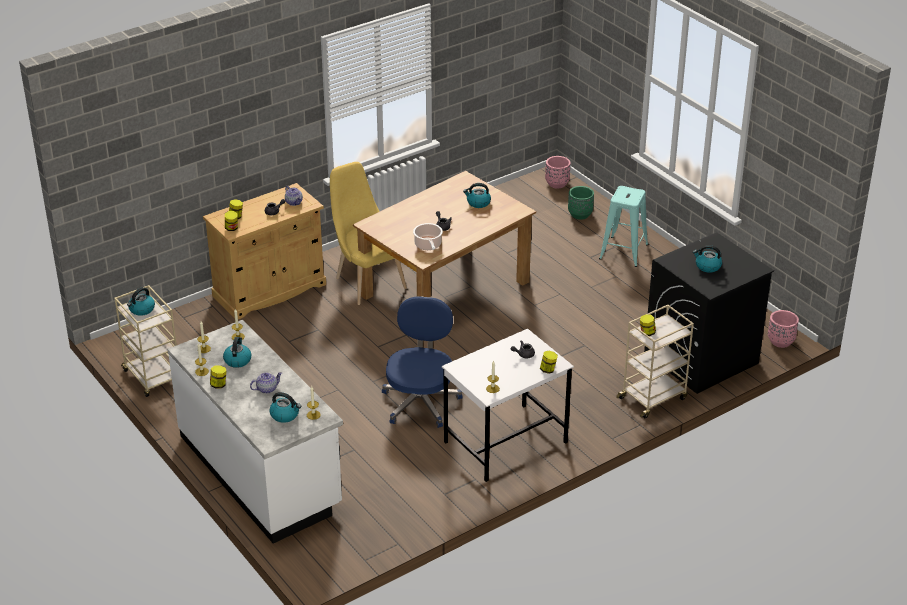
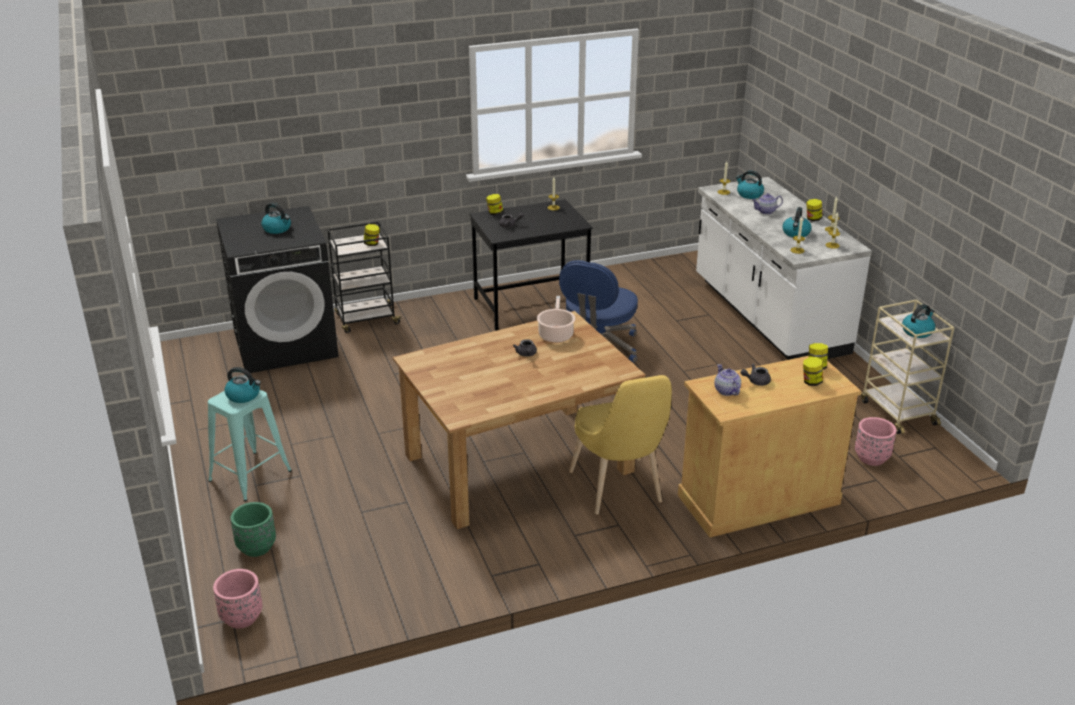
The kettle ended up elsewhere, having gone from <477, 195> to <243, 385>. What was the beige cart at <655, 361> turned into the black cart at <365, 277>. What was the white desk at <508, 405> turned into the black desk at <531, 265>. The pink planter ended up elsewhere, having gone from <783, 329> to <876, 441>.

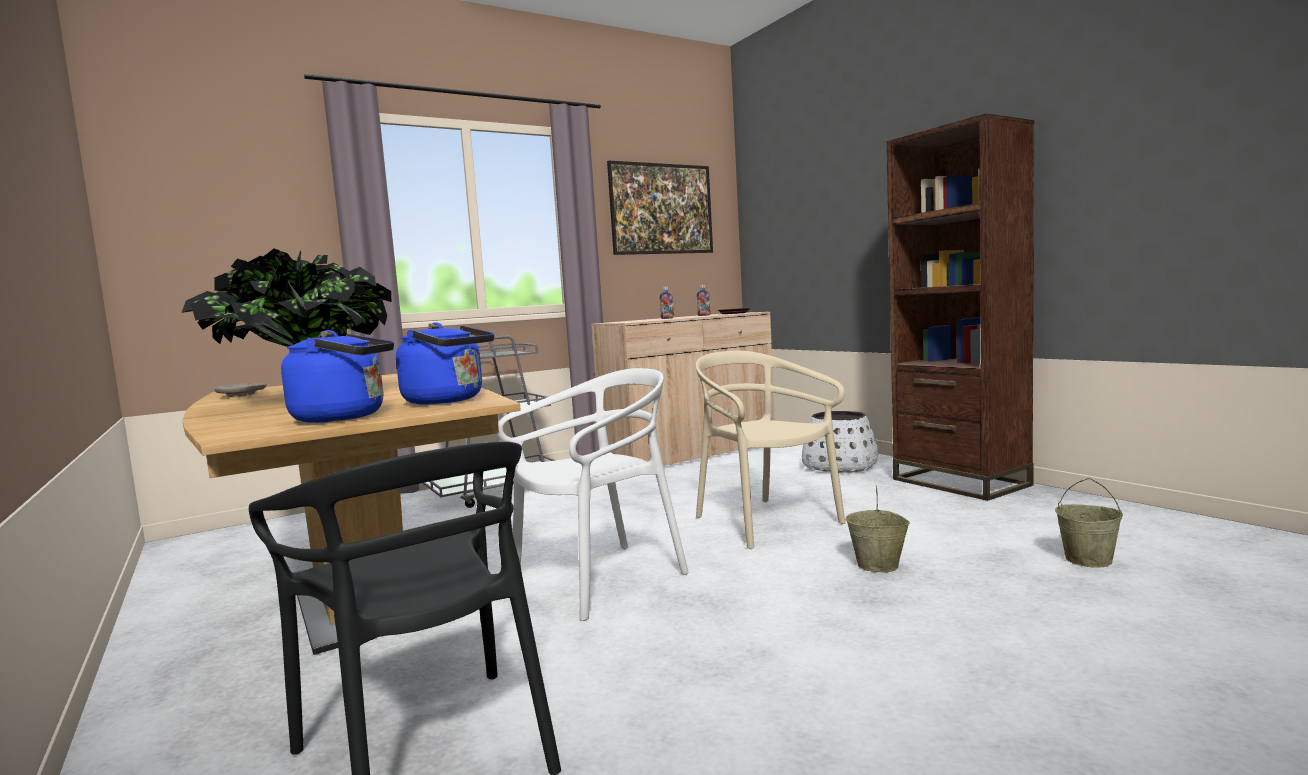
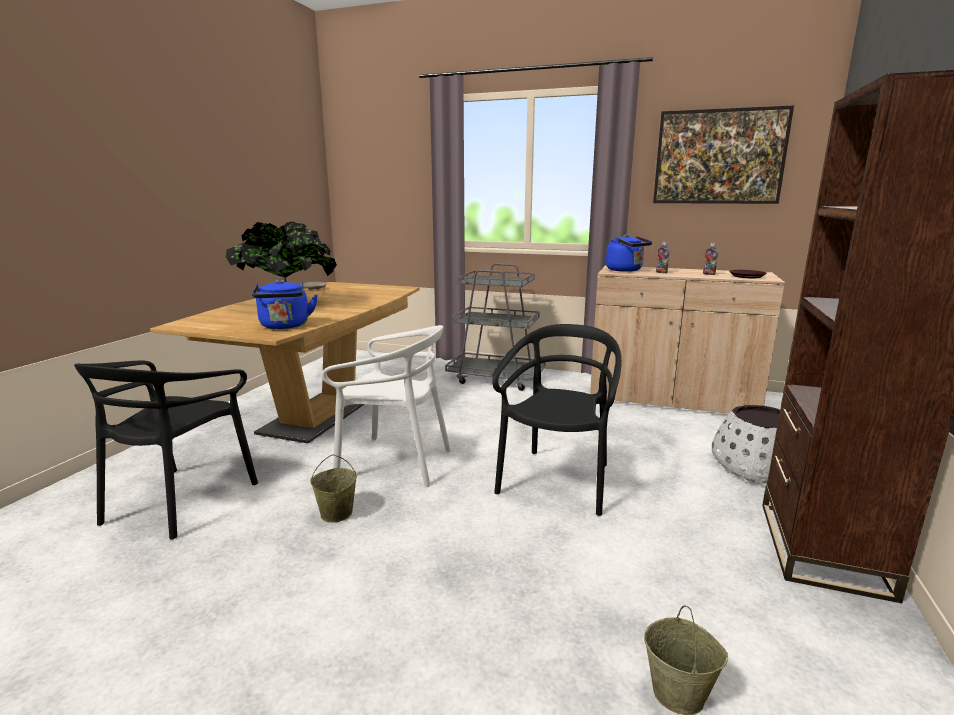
The beige bucket ended up elsewhere, having gone from <878, 529> to <333, 488>. What was the beige chair at <770, 450> turned into the black chair at <557, 420>. The blue kettle ended up elsewhere, having gone from <337, 376> to <629, 253>.

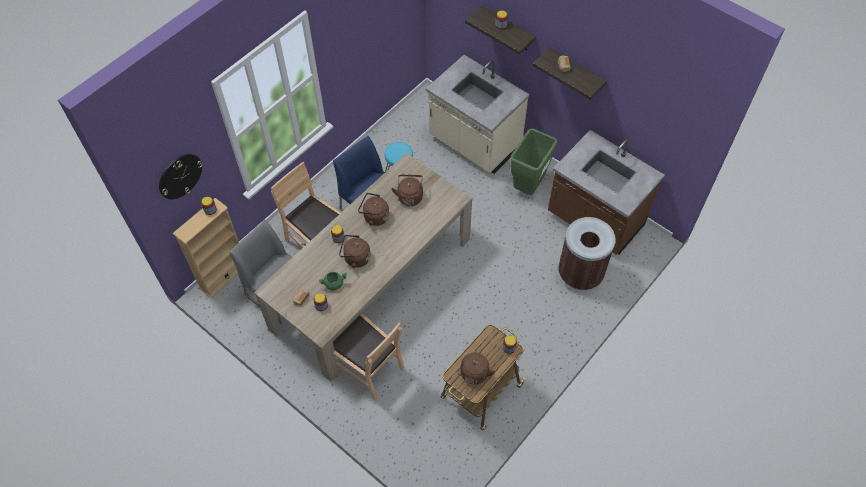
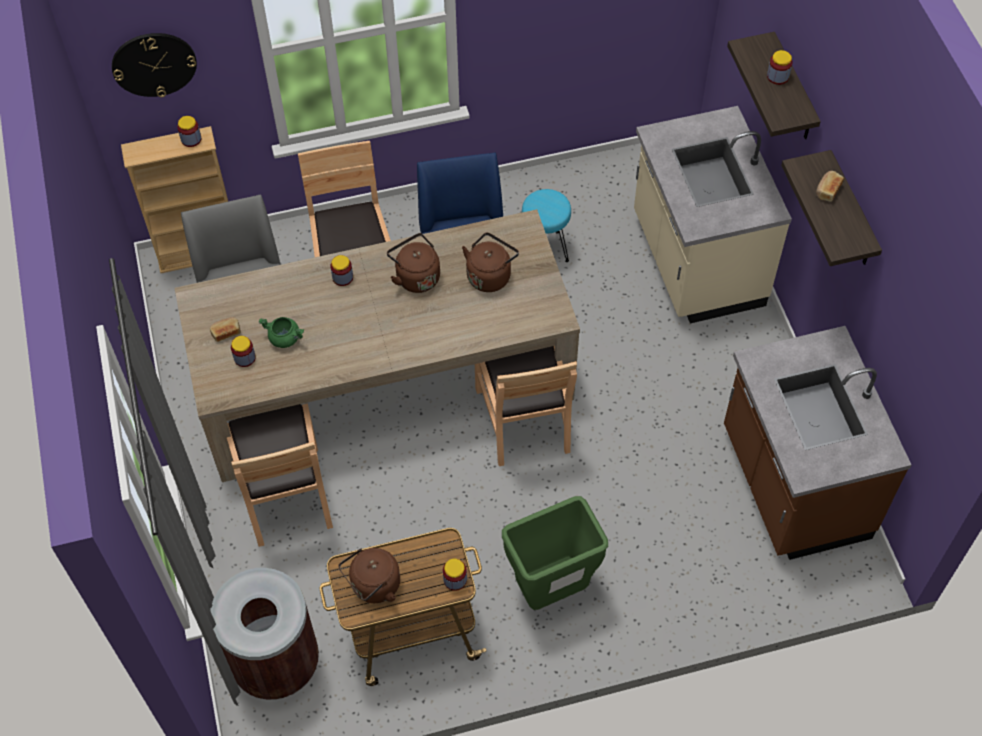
The brown trash can ended up elsewhere, having gone from <587, 253> to <264, 634>. The second view gained the brown chair at <526, 406>. The green trash can ended up elsewhere, having gone from <534, 161> to <555, 553>. The second view lost the brown kettle at <355, 251>.

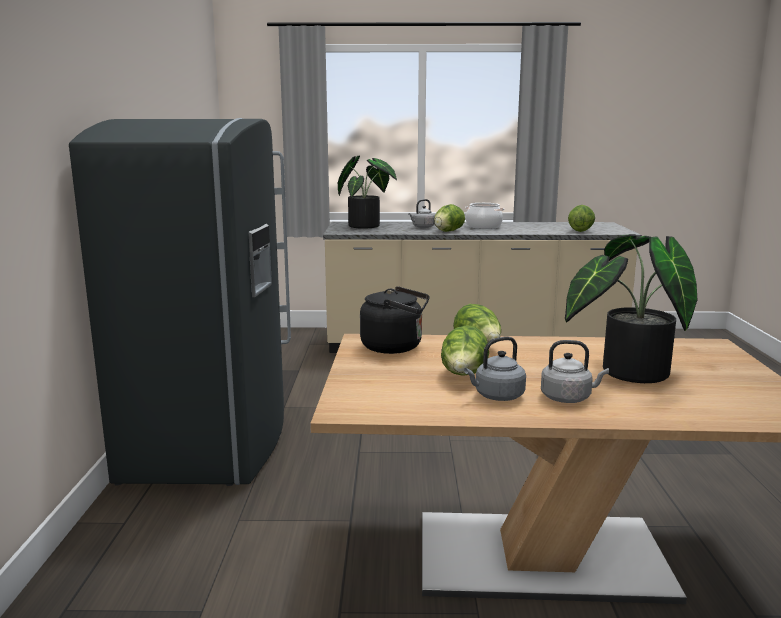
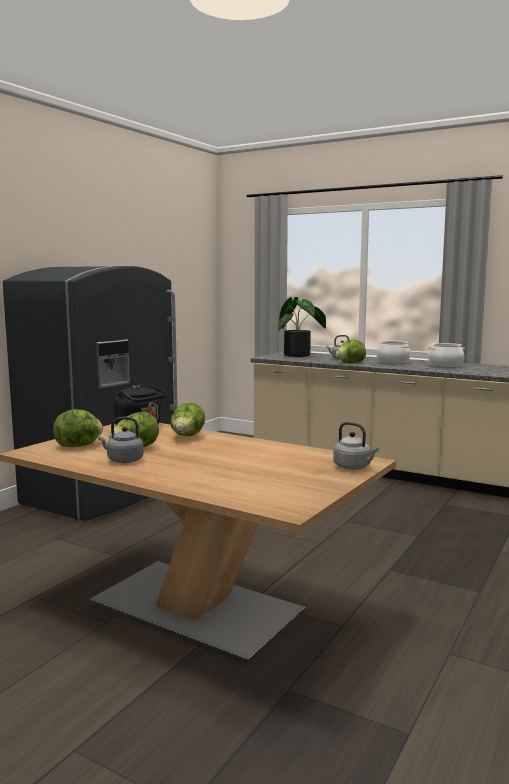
The lettuce ended up elsewhere, having gone from <581, 218> to <78, 428>. The grey kettle ended up elsewhere, having gone from <575, 371> to <356, 446>. The second view gained the cooking pot at <446, 355>. The second view lost the potted plant at <631, 308>.

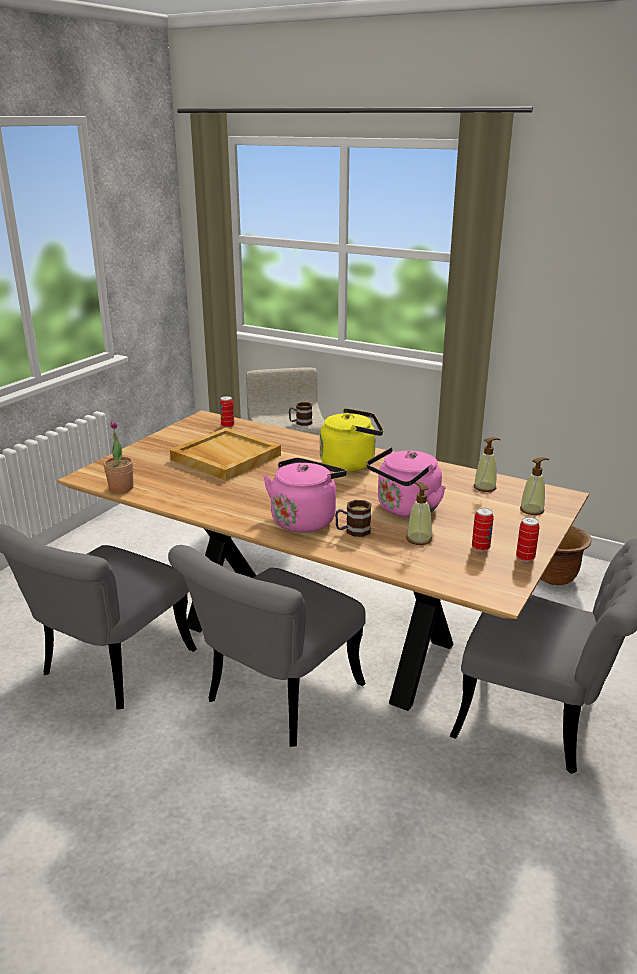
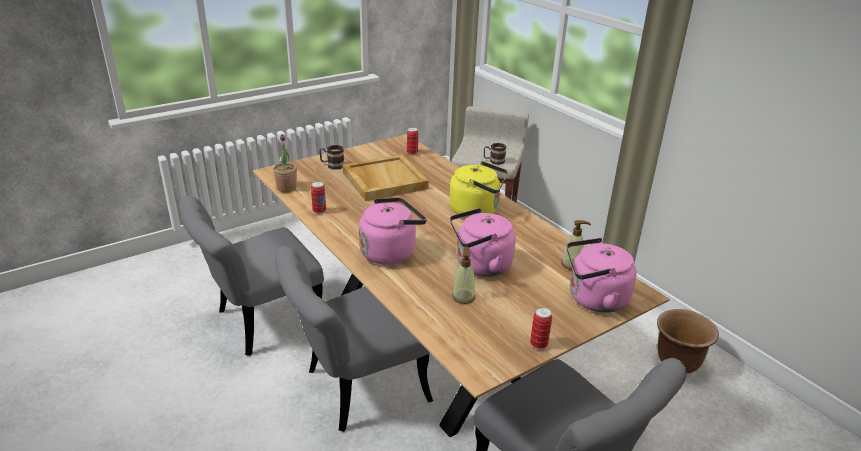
The can ended up elsewhere, having gone from <483, 530> to <318, 197>. The mug ended up elsewhere, having gone from <353, 518> to <331, 157>. Where the soap dispenser stood at <535, 486>, the pink kettle came to stand at <602, 275>.

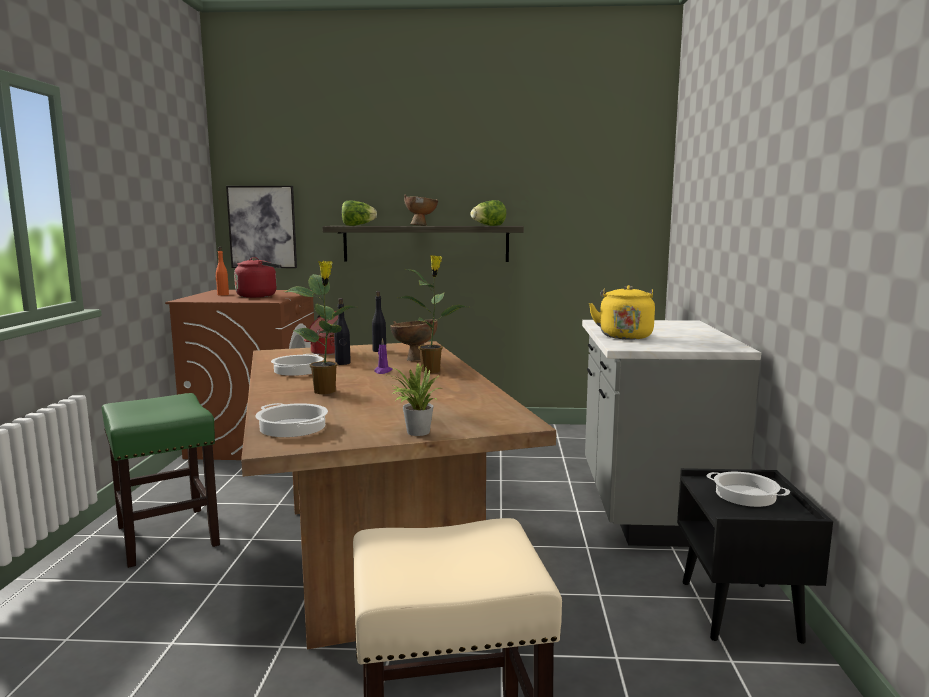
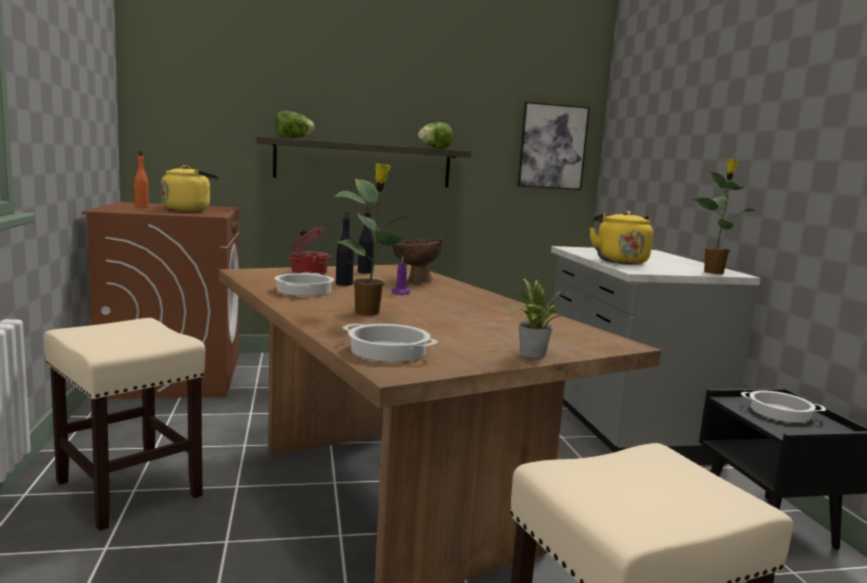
What was the green stool at <161, 480> turned into the beige stool at <124, 424>. What was the red kettle at <258, 277> turned into the yellow kettle at <190, 188>. The picture ended up elsewhere, having gone from <261, 227> to <554, 146>. The potted plant ended up elsewhere, having gone from <433, 314> to <724, 216>. The second view lost the brown bowl at <421, 210>.

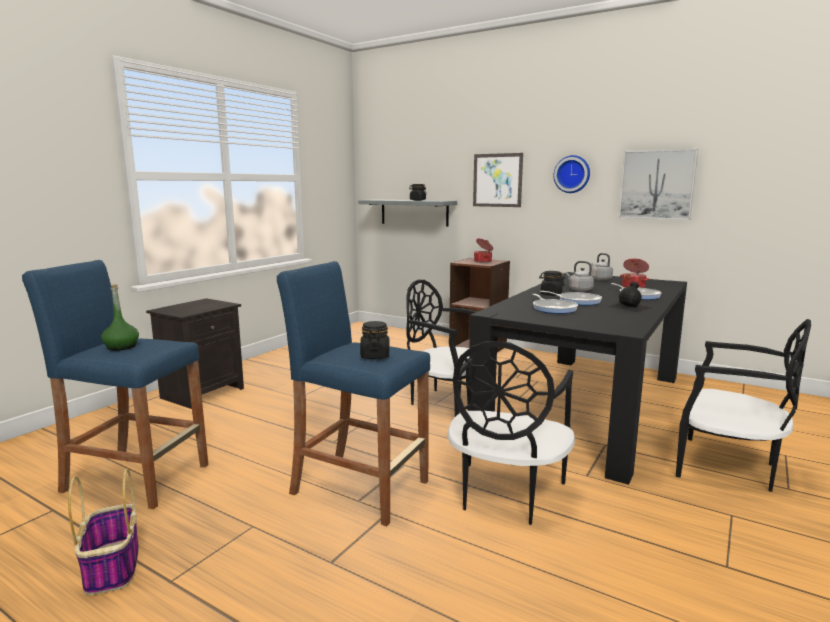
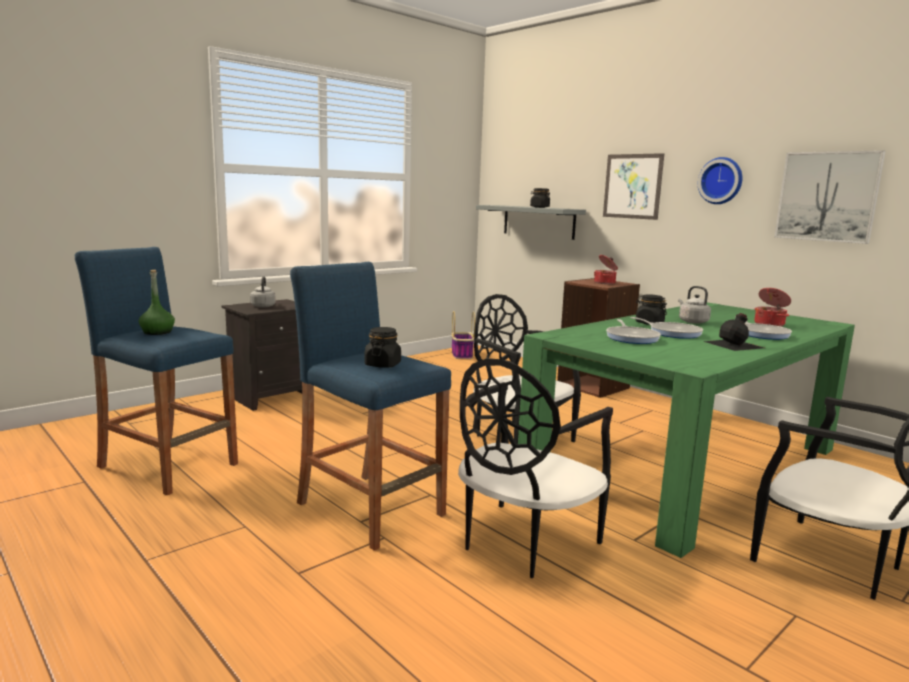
The grey kettle ended up elsewhere, having gone from <602, 266> to <263, 292>. The basket ended up elsewhere, having gone from <103, 532> to <463, 335>. What was the black dining table at <578, 378> turned into the green dining table at <686, 430>.

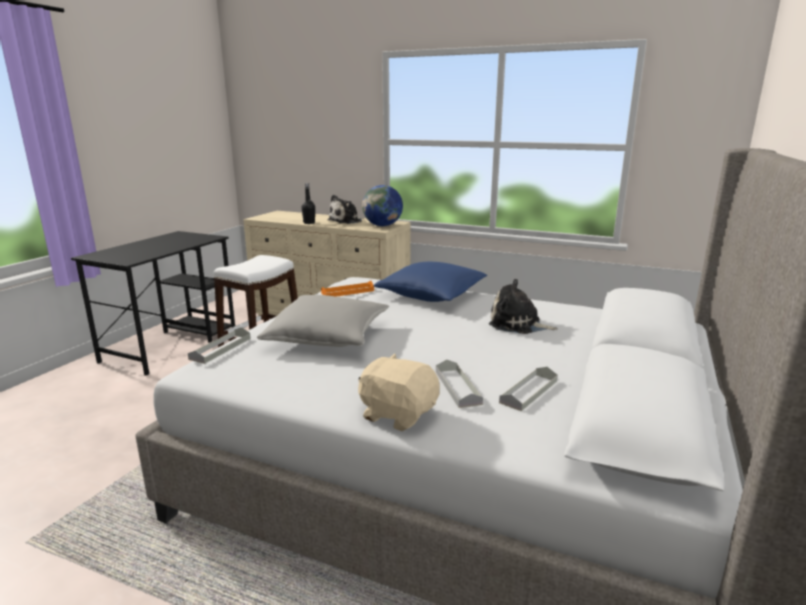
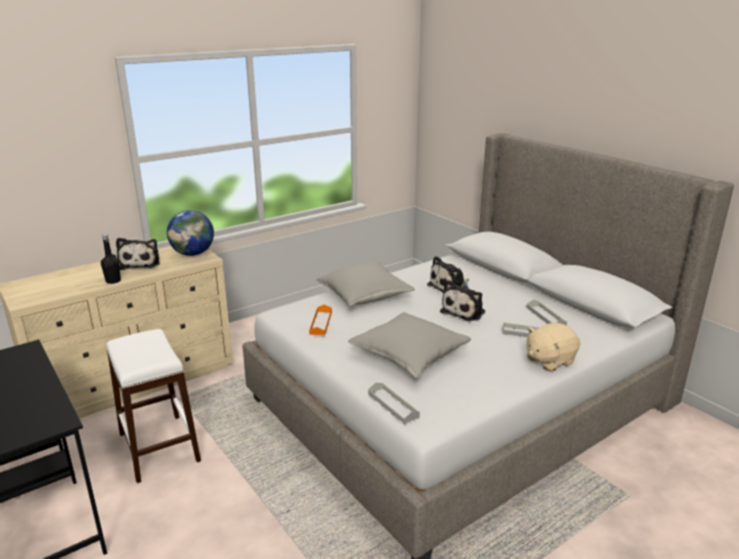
What was the blue pillow at <430, 282> turned into the grey pillow at <365, 284>. The second view gained the plush toy at <462, 300>.

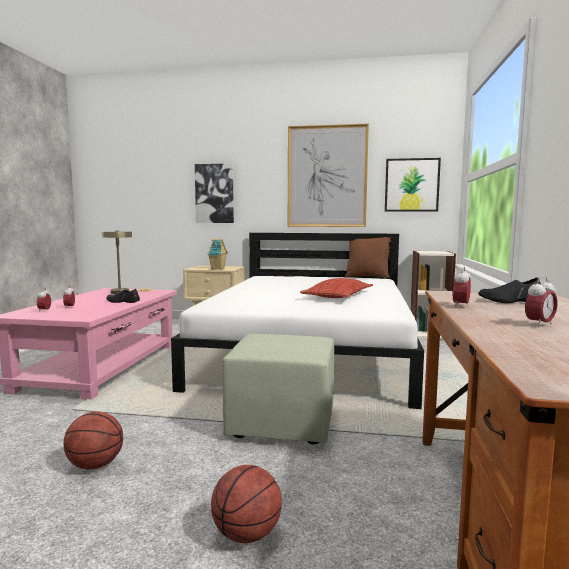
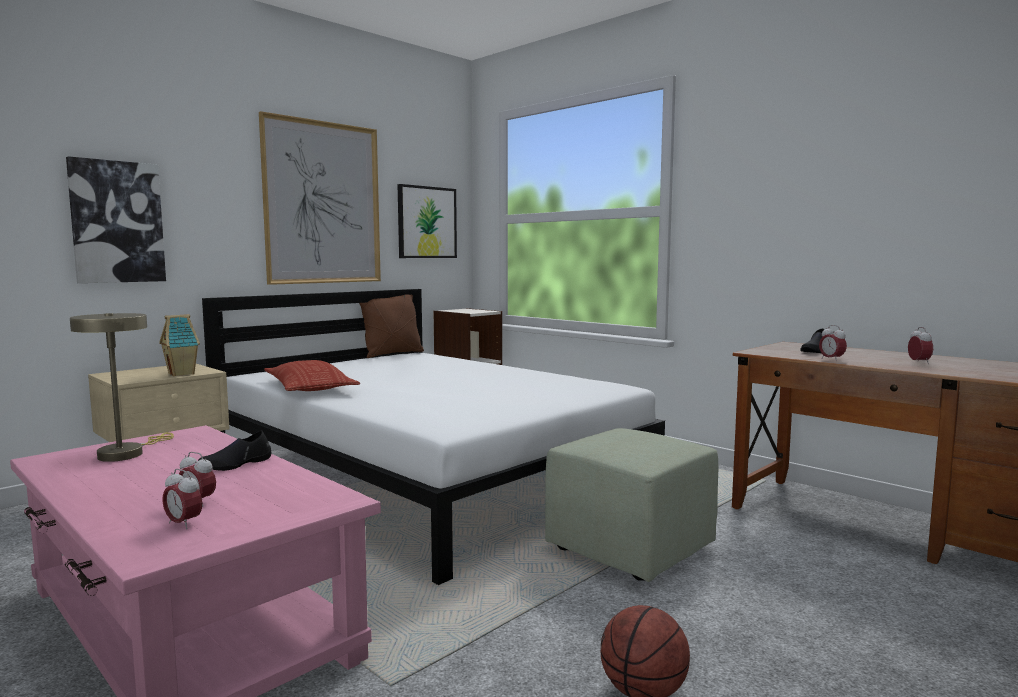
The pillow ended up elsewhere, having gone from <336, 288> to <312, 375>. The second view lost the basketball at <246, 504>.

